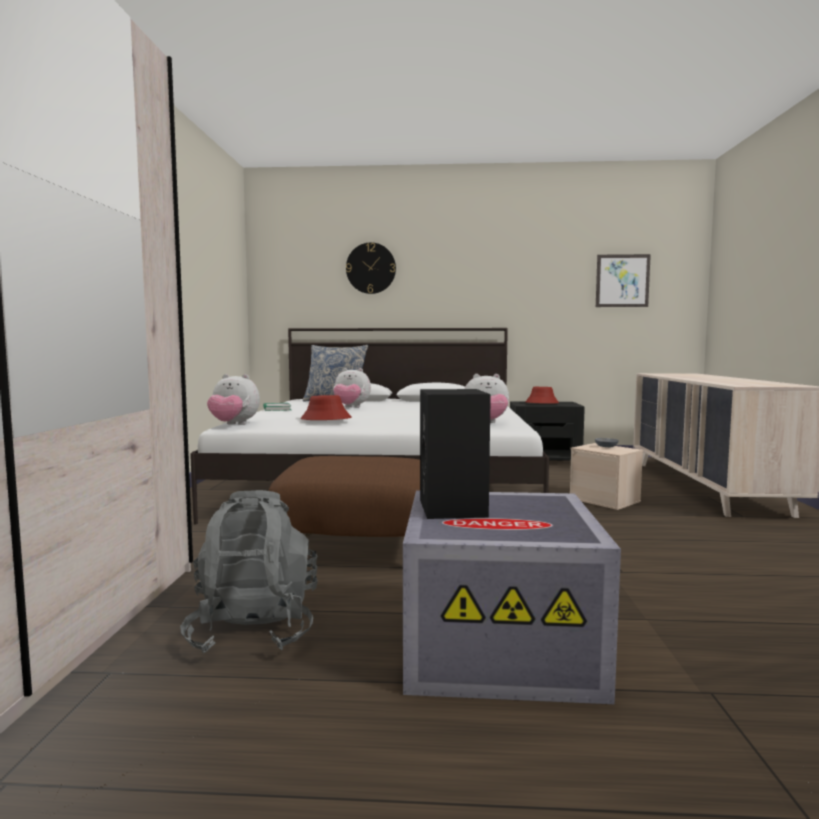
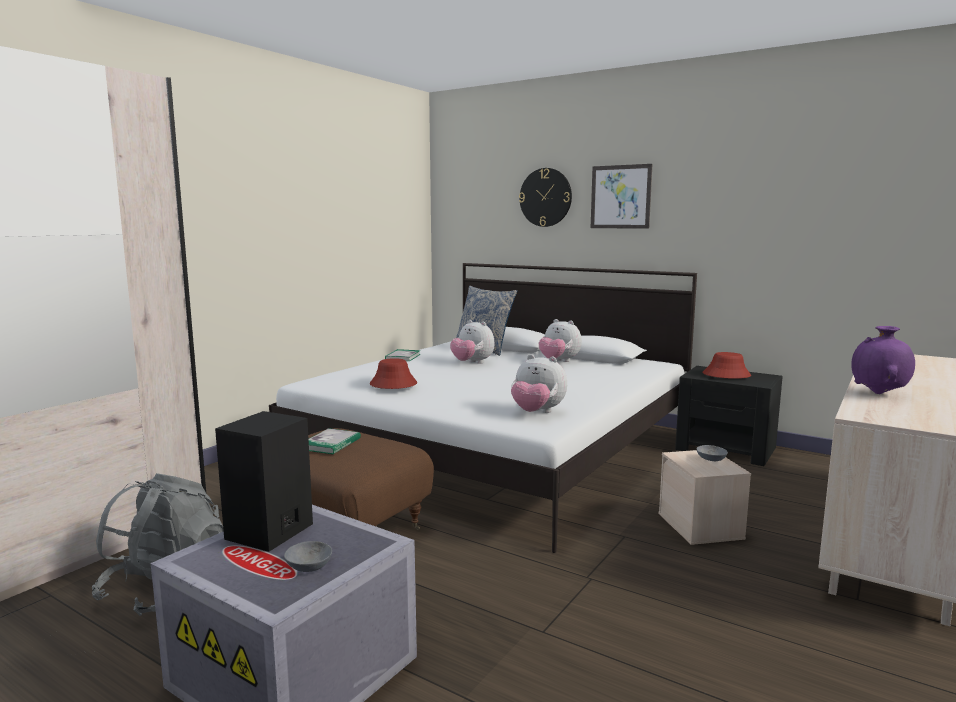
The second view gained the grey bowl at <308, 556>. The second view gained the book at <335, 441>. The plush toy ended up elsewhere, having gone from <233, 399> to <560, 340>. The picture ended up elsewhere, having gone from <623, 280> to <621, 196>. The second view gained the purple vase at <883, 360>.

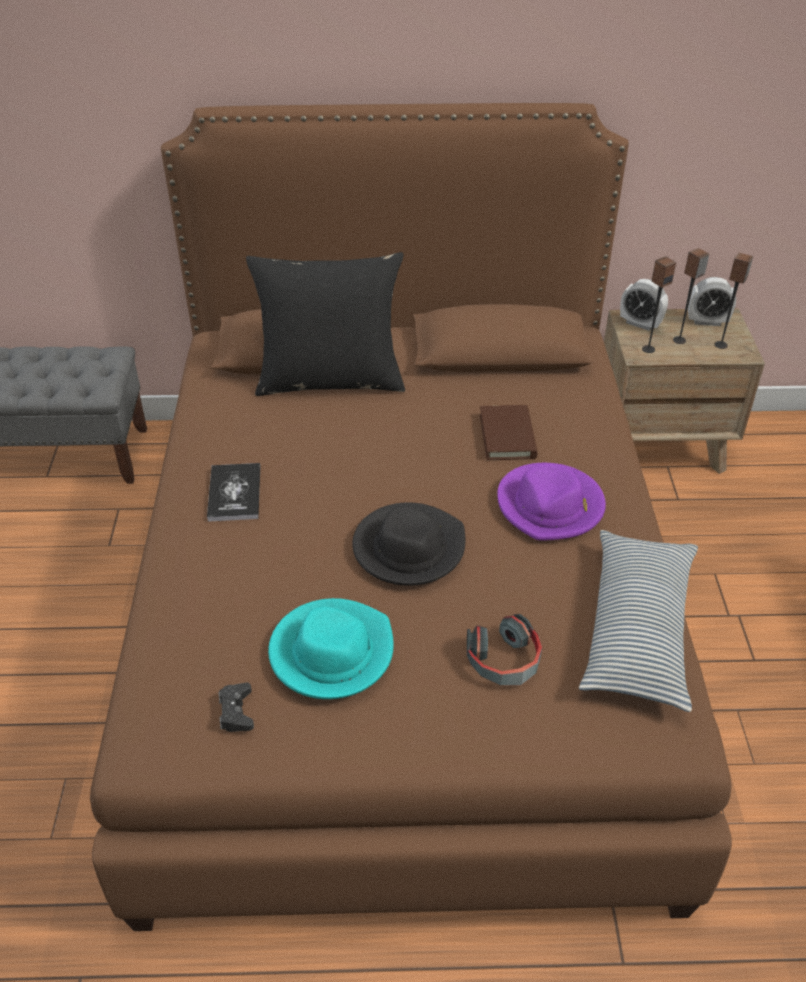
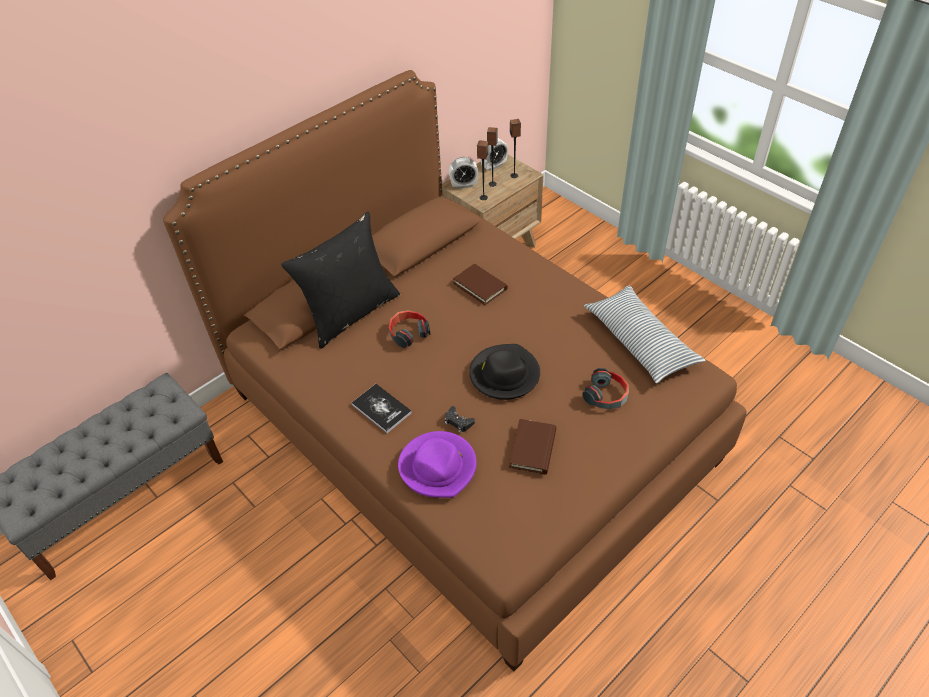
The second view gained the headphones at <409, 329>. The purple hat ended up elsewhere, having gone from <551, 501> to <437, 464>. The black game controller ended up elsewhere, having gone from <236, 707> to <460, 419>. Where the turquoise hat stood at <331, 648>, the brown book came to stand at <532, 446>.

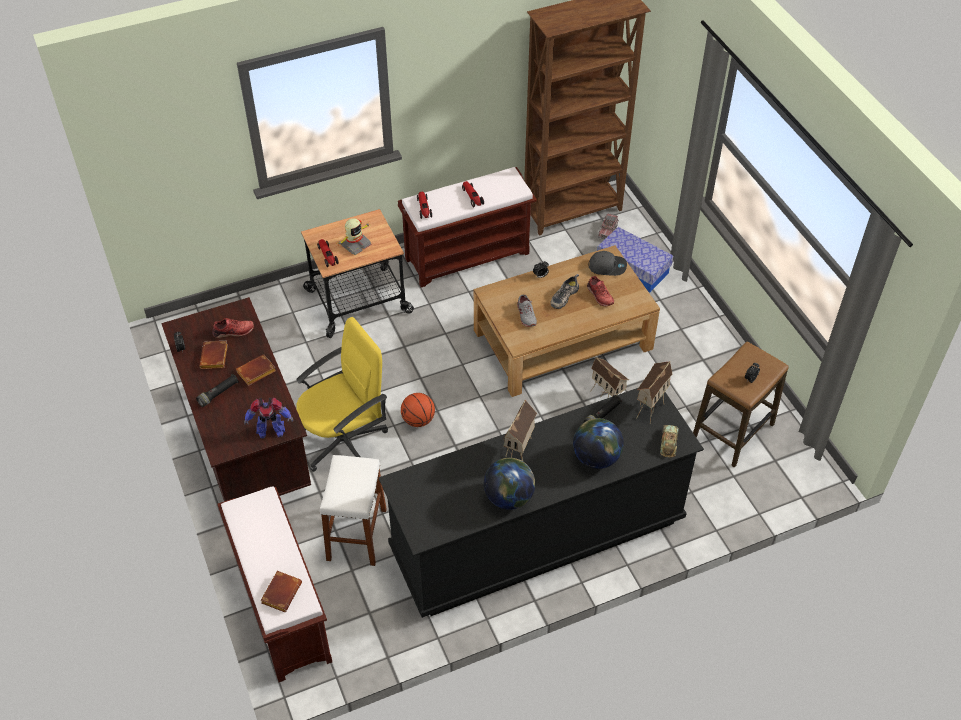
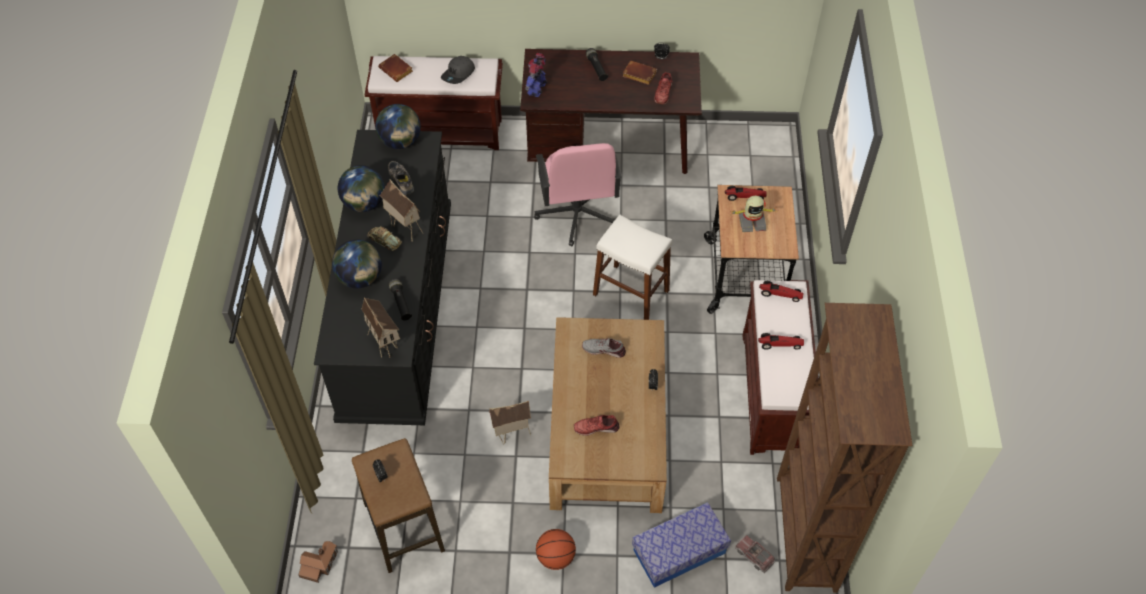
The second view gained the toy house at <318, 562>. The toy car ended up elsewhere, having gone from <669, 441> to <385, 238>. The second view gained the globe at <398, 126>. The shoe ended up elsewhere, having gone from <565, 291> to <401, 178>. The grey cap ended up elsewhere, having gone from <607, 263> to <458, 70>. What was the yellow office chair at <342, 394> turned into the pink office chair at <578, 194>. The basketball ended up elsewhere, having gone from <418, 410> to <556, 549>. The white stool ended up elsewhere, having gone from <353, 510> to <632, 267>. The toy robot at <354, 236> ended up facing another way, 75 degrees counterclockwise from before. The second view lost the brown book at <256, 370>.

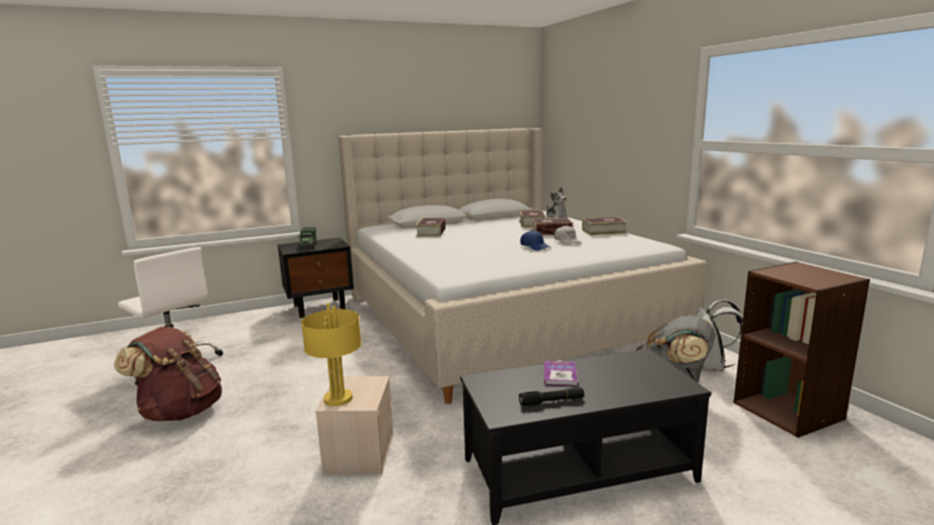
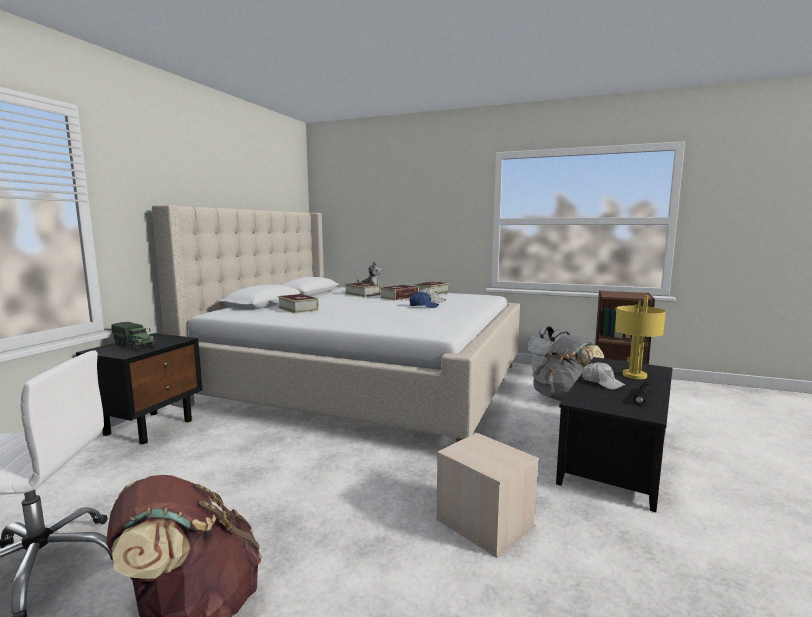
Where the book stood at <561, 373>, the white cap came to stand at <603, 376>. The yellow table lamp ended up elsewhere, having gone from <331, 354> to <640, 337>.

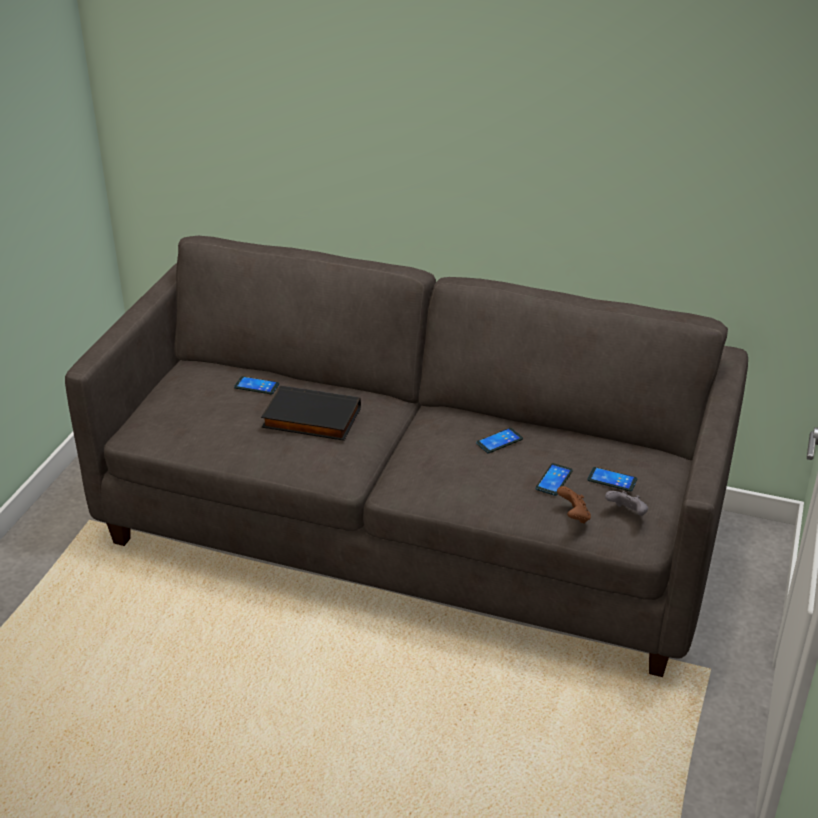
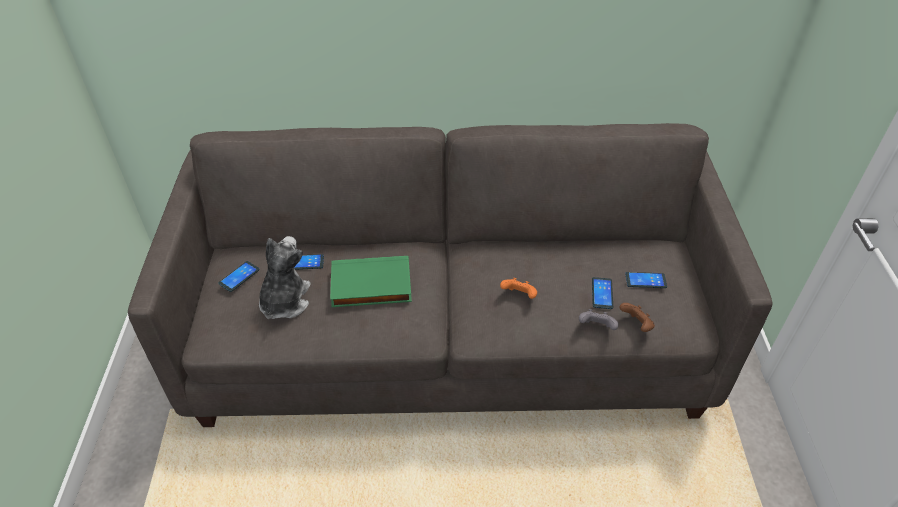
The phone ended up elsewhere, having gone from <499, 441> to <239, 276>. The second view gained the plush toy at <285, 277>. What was the black book at <311, 413> turned into the green book at <371, 281>. The second view gained the orange game controller at <518, 288>. The grey game controller ended up elsewhere, having gone from <626, 503> to <599, 319>.

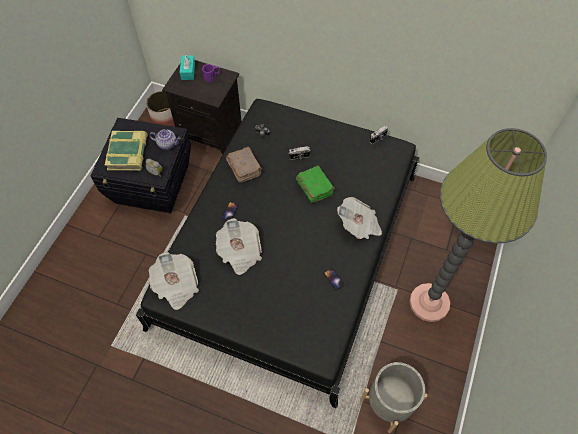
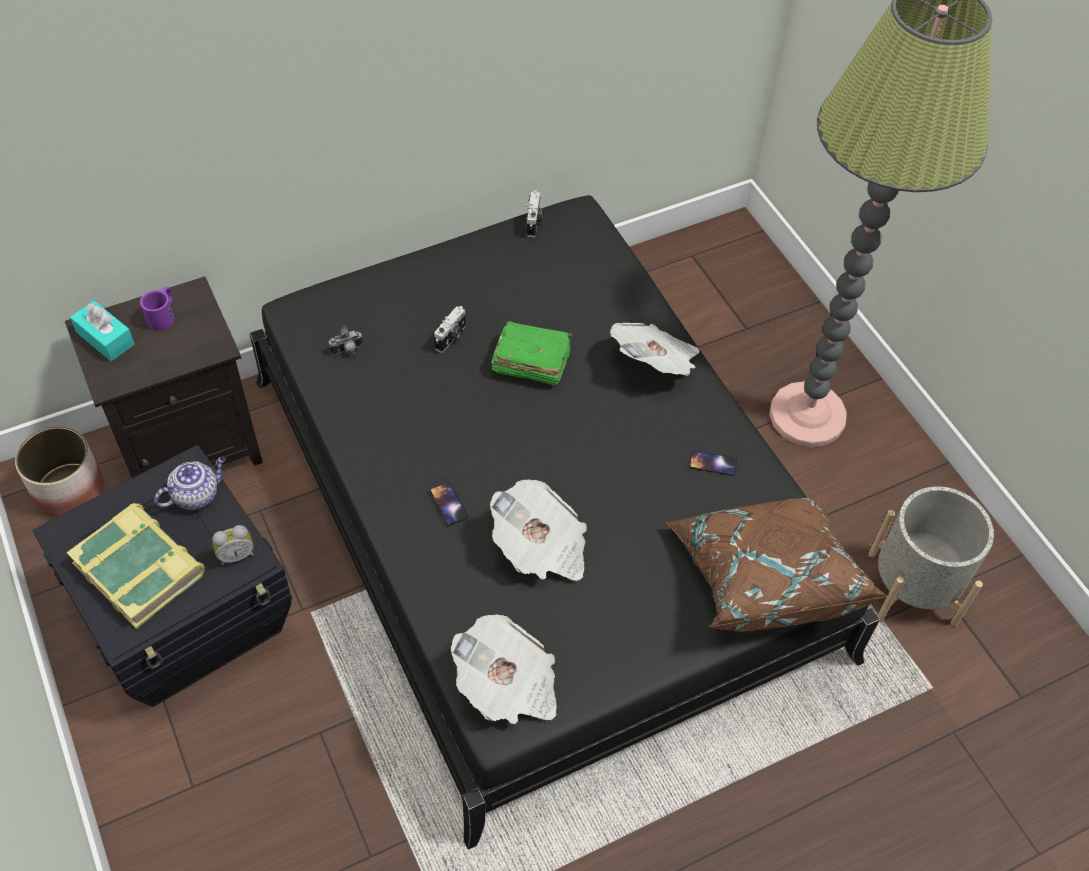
The second view gained the brown pillow at <778, 564>. The second view lost the brown book at <244, 165>.

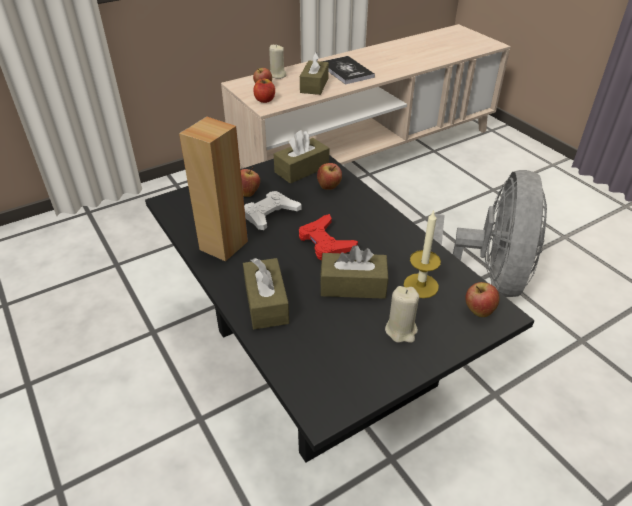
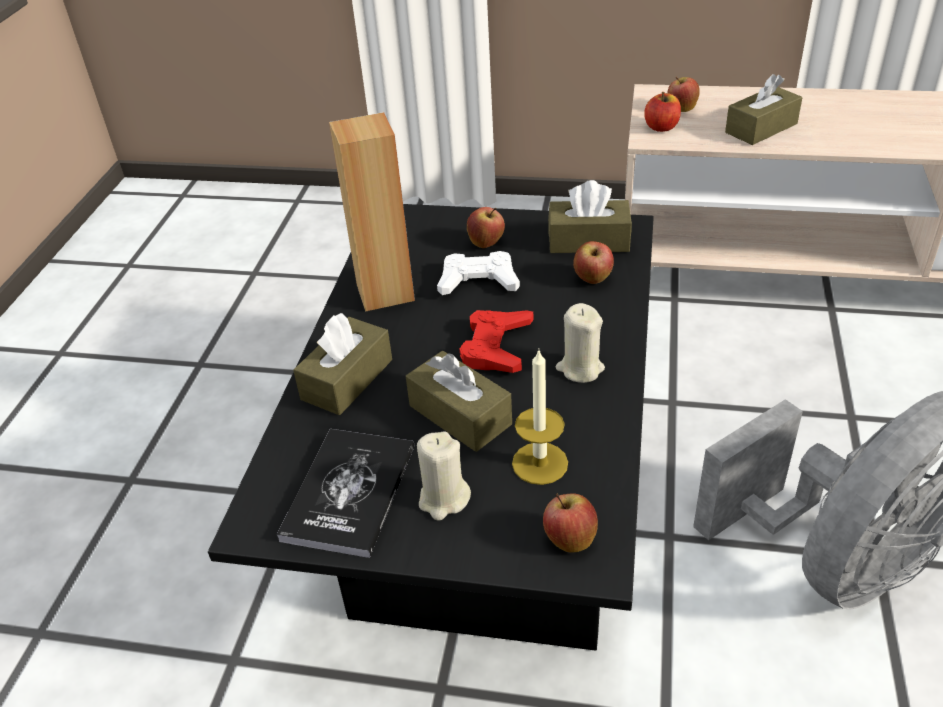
The book ended up elsewhere, having gone from <348, 70> to <345, 493>. The beige candle ended up elsewhere, having gone from <278, 62> to <580, 343>.

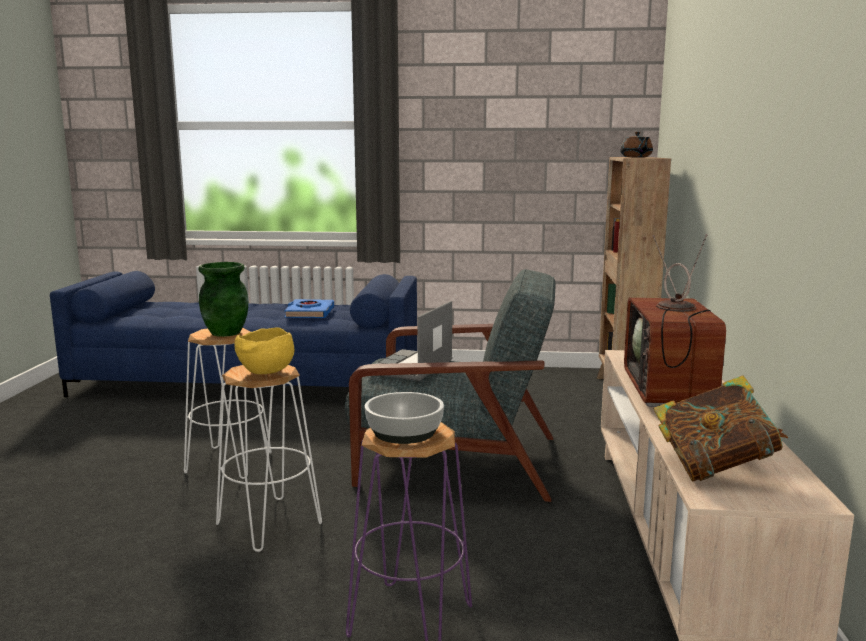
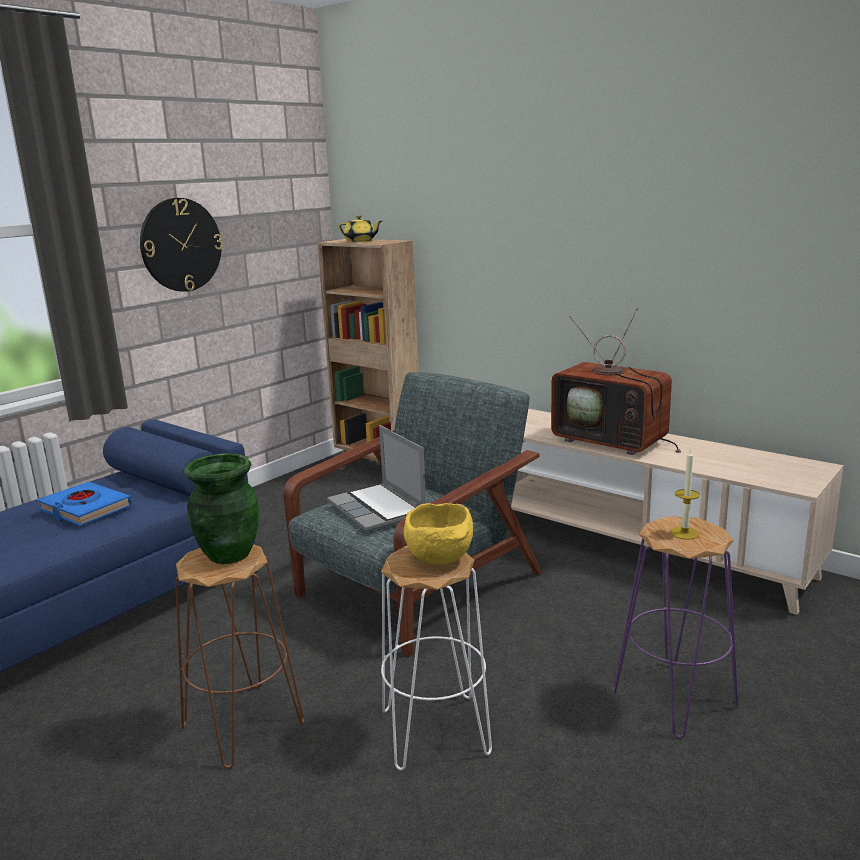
The second view gained the wall clock at <181, 245>. What was the white stool at <228, 403> turned into the brown stool at <239, 656>. What was the brown teapot at <636, 144> turned into the yellow teapot at <360, 228>. Where the bowl stood at <404, 418>, the candle came to stand at <685, 494>. The second view lost the book at <721, 428>.

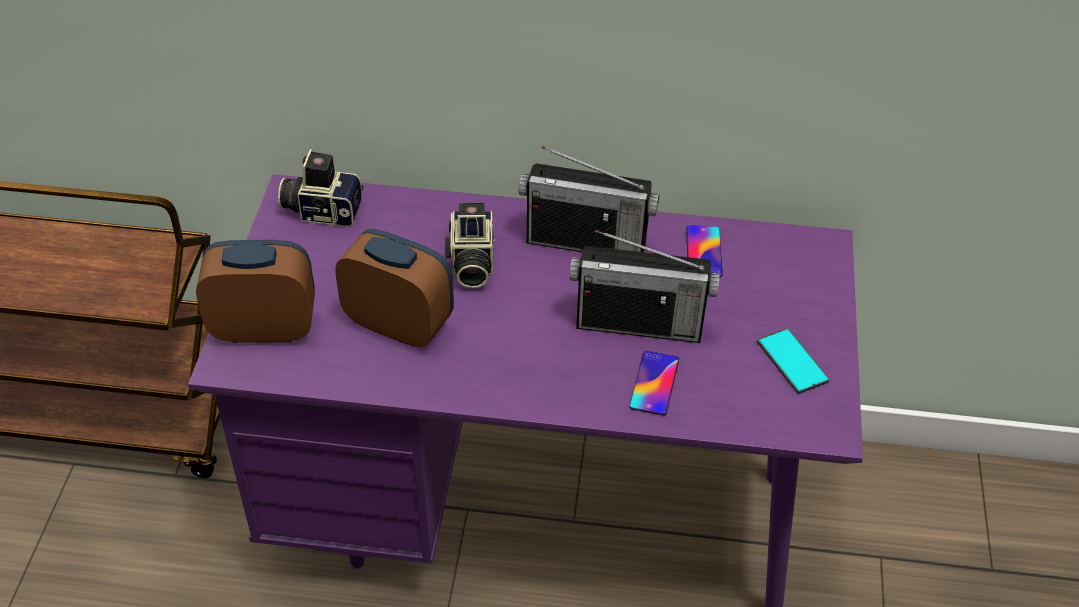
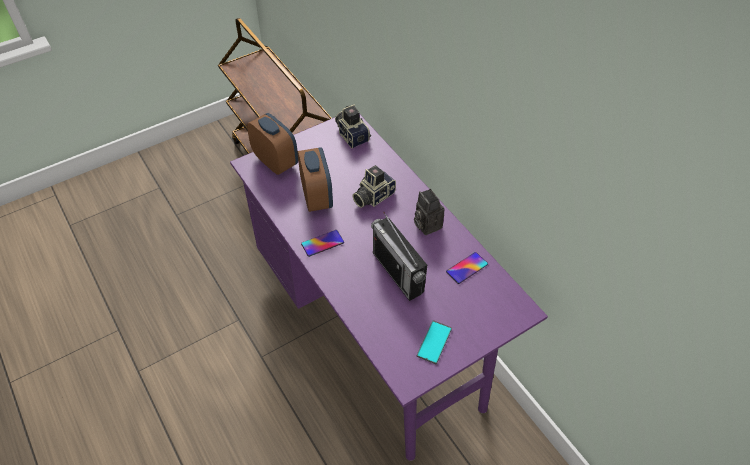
The phone ended up elsewhere, having gone from <654, 383> to <322, 243>. Where the radio stood at <589, 199>, the photo camera came to stand at <429, 212>.

